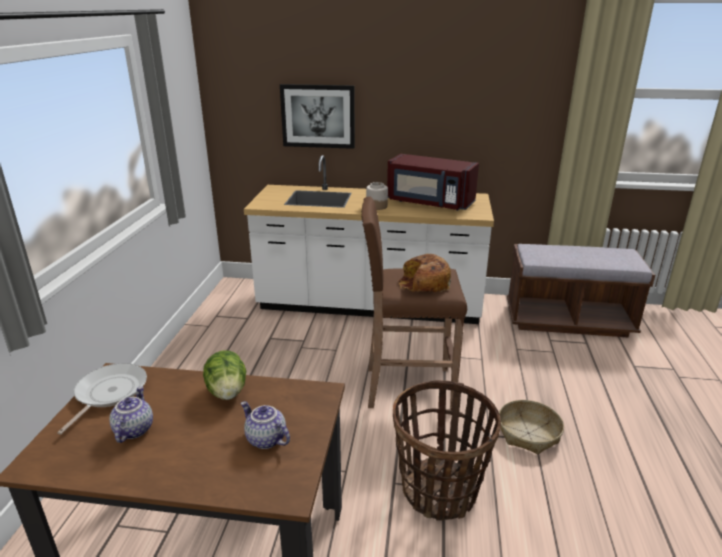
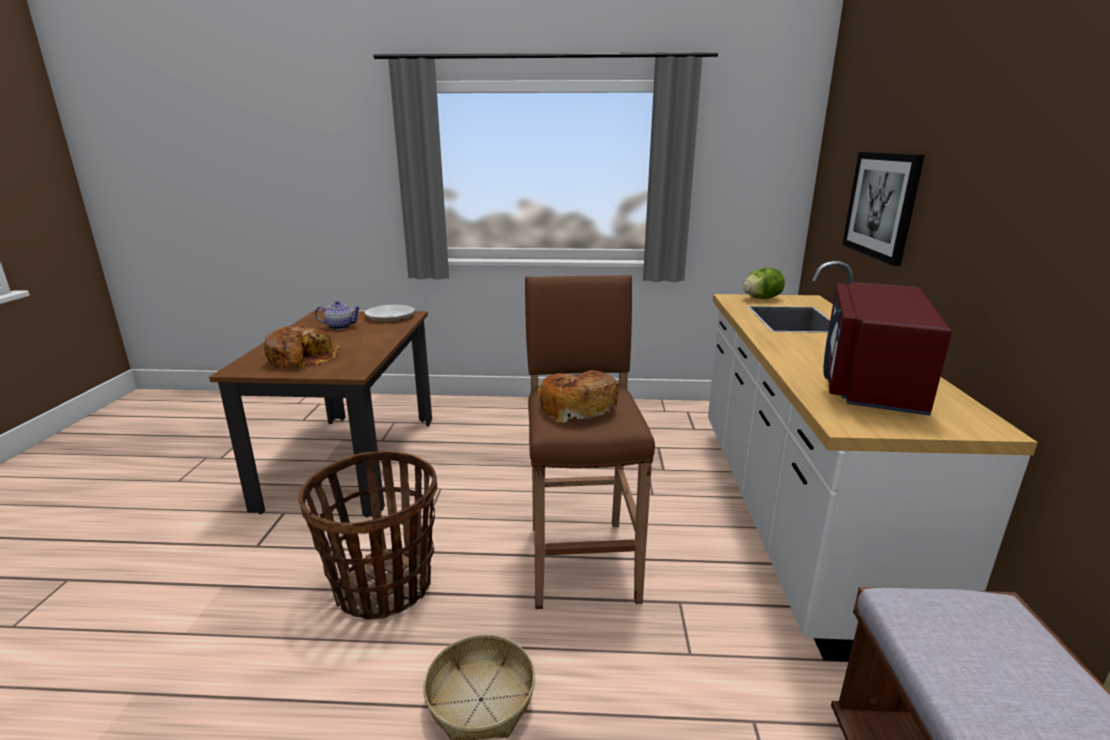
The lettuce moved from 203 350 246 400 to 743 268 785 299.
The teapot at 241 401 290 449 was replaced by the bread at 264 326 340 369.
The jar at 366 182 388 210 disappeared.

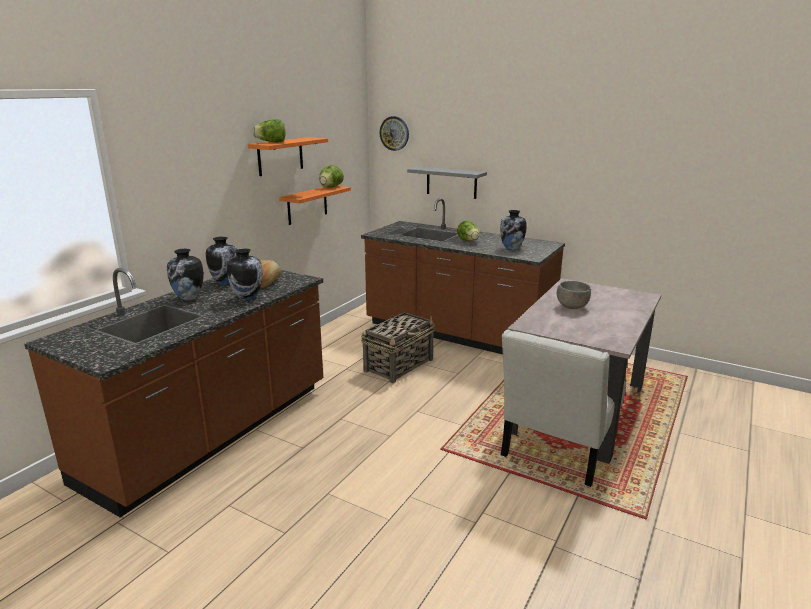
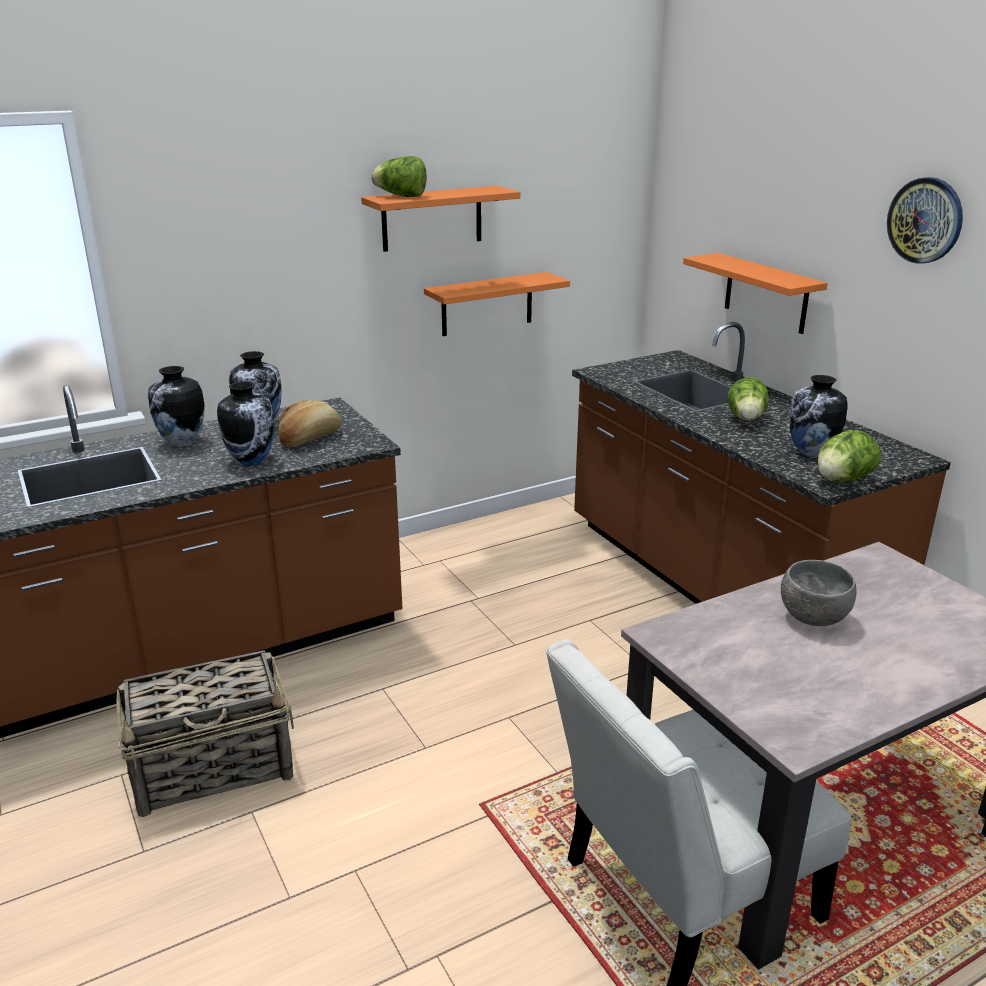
The lettuce moved from 319 165 344 188 to 818 430 881 482.
The basket moved from 361 312 435 383 to 116 650 294 817.
The wall clock moved from 380 116 409 151 to 887 177 963 264.
The grey shelf at 407 166 487 199 became the orange shelf at 683 253 827 334.

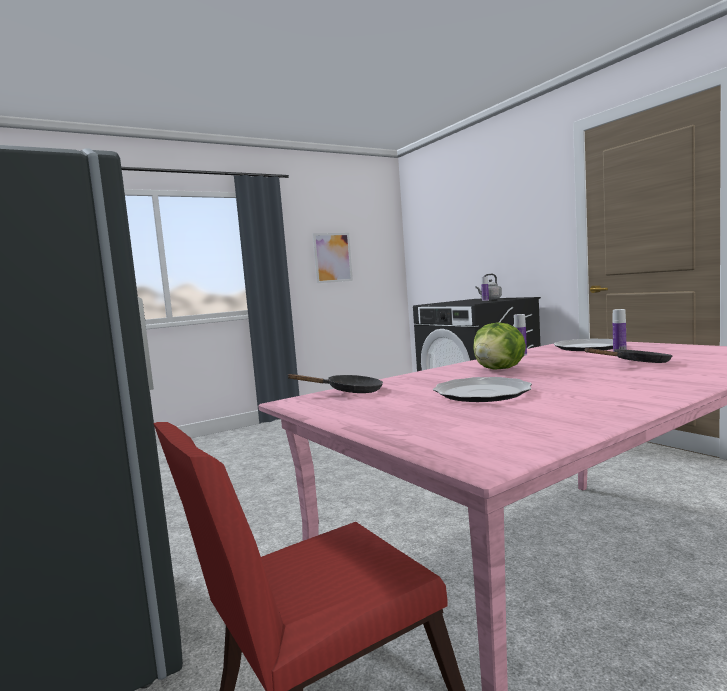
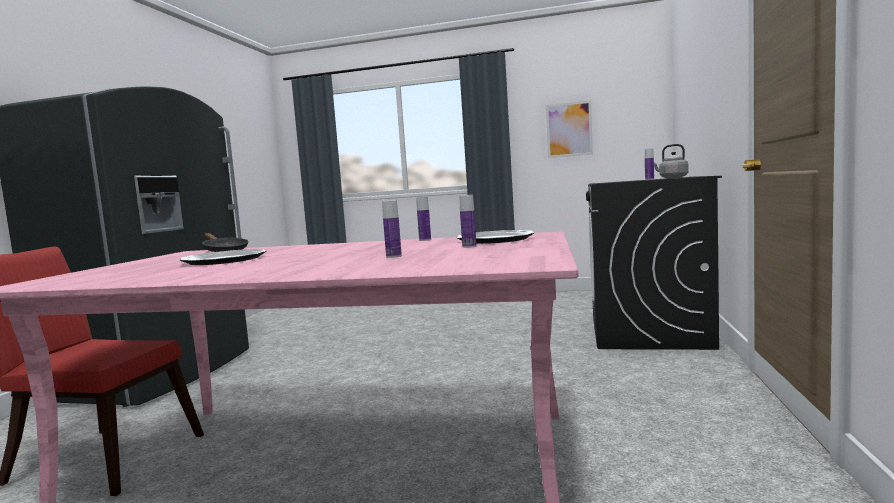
The lettuce at 473 322 526 370 disappeared.
The black frying pan at 585 348 673 363 was replaced by the bottle at 382 200 402 258.

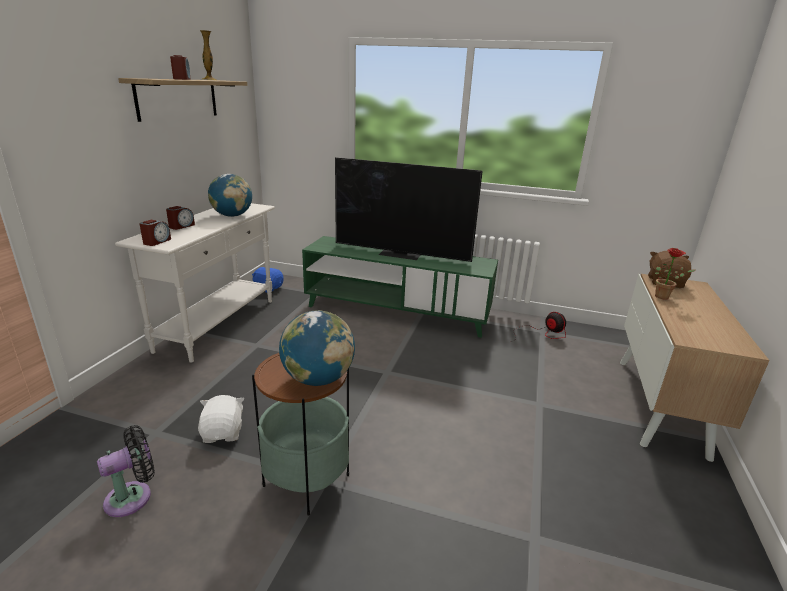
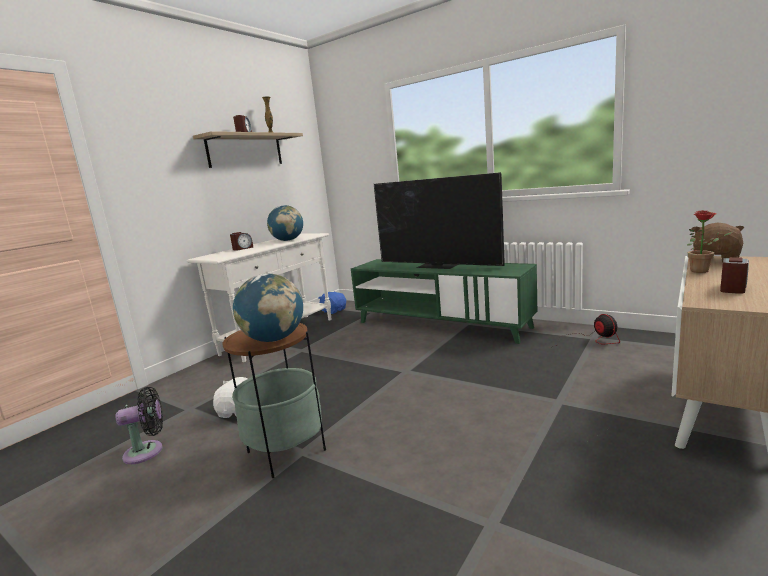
The alarm clock moved from 139 220 171 246 to 720 257 749 294.

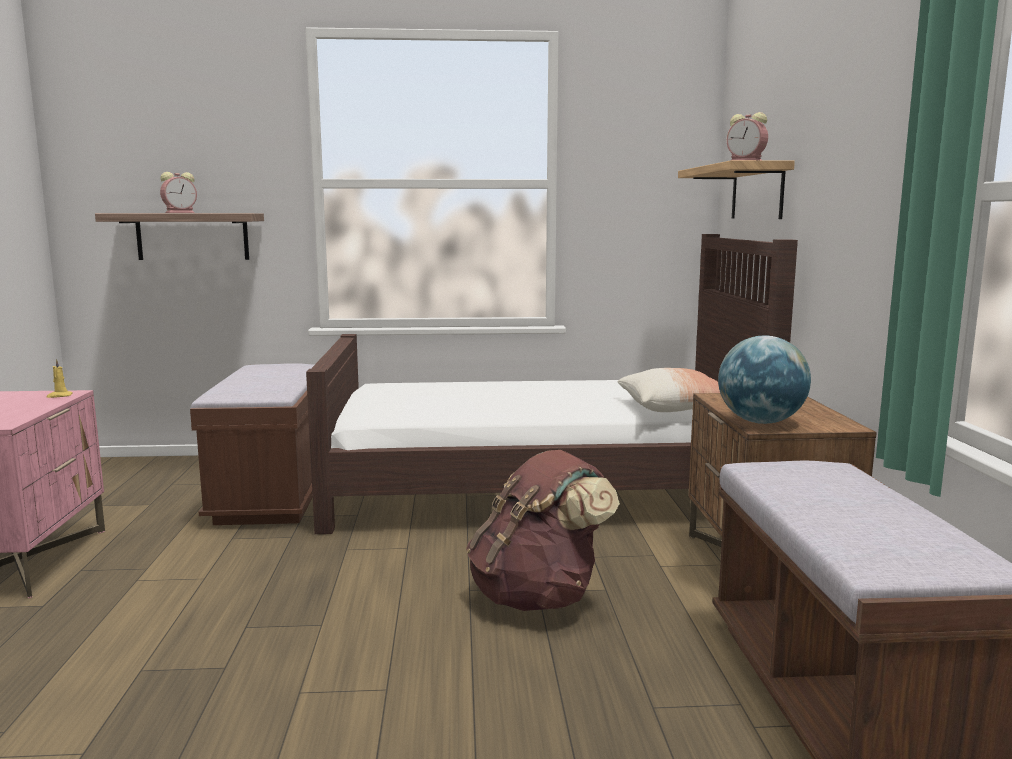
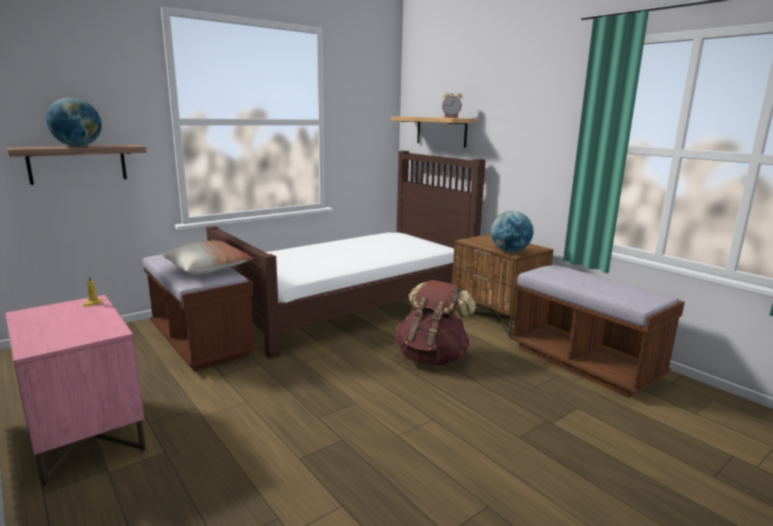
The alarm clock at 160 172 197 213 was replaced by the globe at 46 97 102 147.
The pillow moved from 618 368 720 412 to 162 241 254 275.

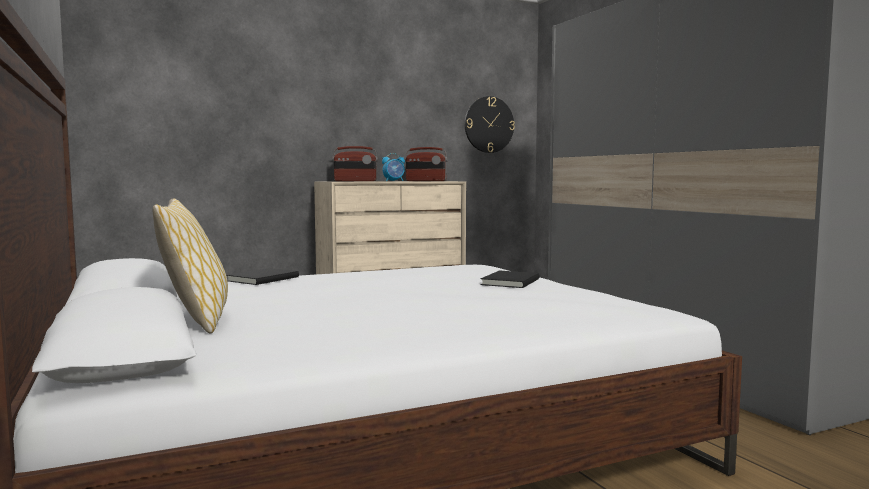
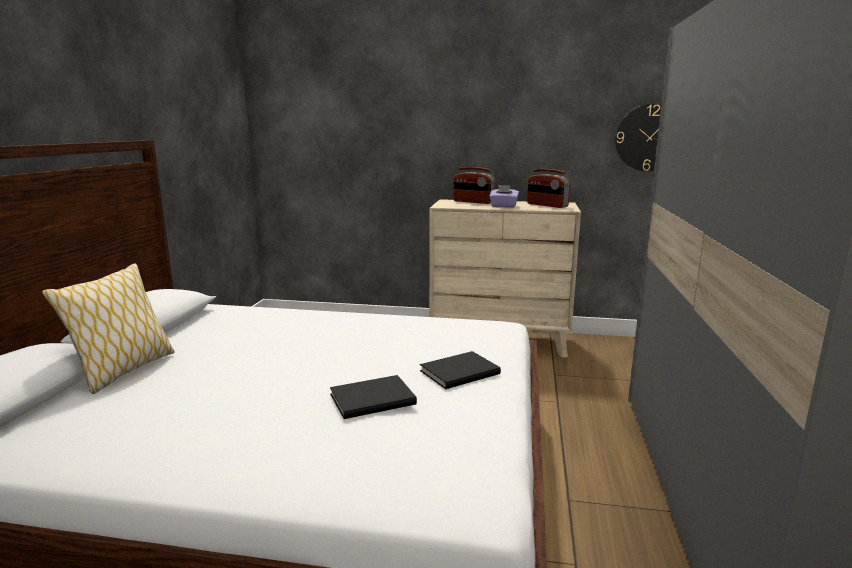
The black book moved from 226 268 299 285 to 330 375 417 419.
The alarm clock at 382 153 405 181 was replaced by the purple tissue box at 489 185 519 208.

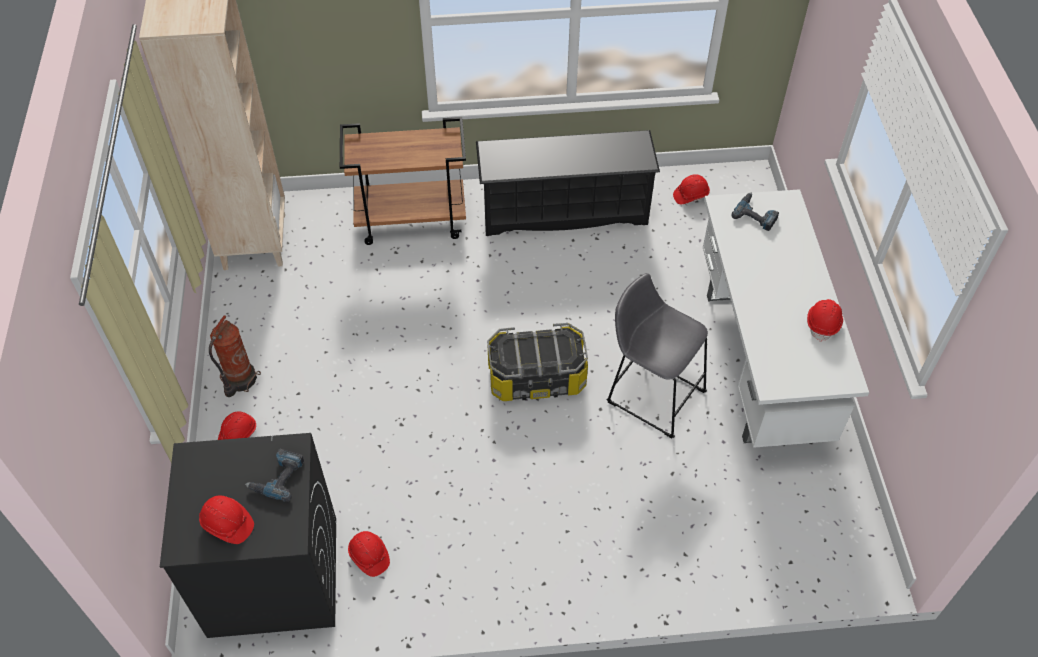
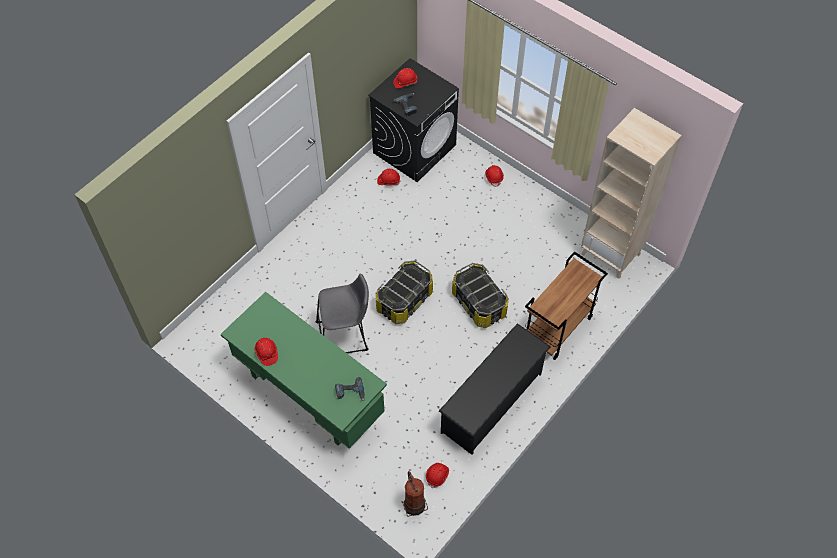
The fire extinguisher moved from 209 315 261 397 to 402 471 428 517.
The white desk at 703 189 869 448 became the green desk at 221 292 387 449.
The storage box at 452 263 509 328 appeared.

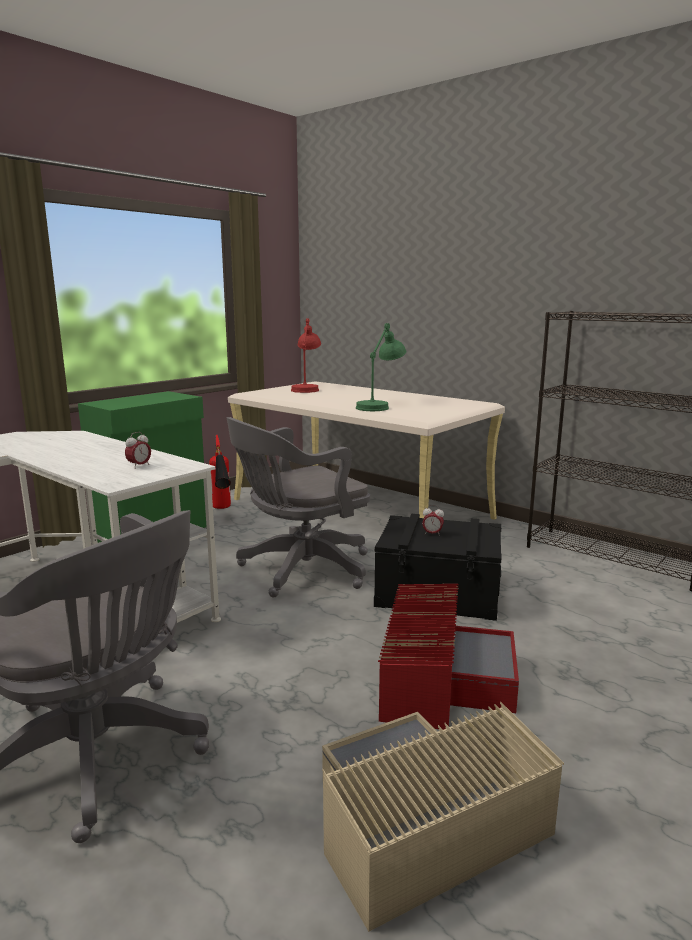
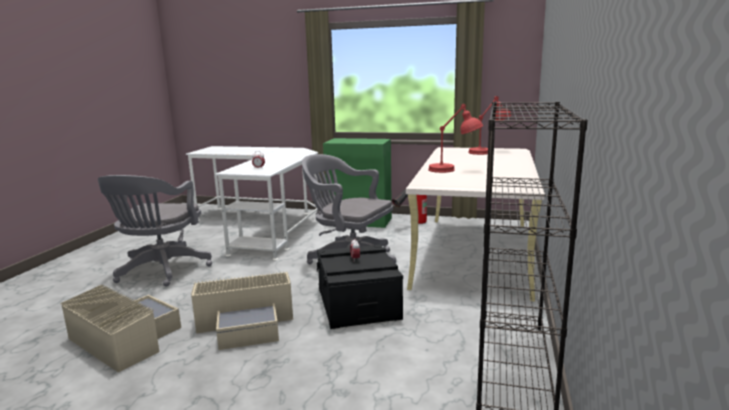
The green table lamp at 356 323 407 411 became the red table lamp at 428 104 483 173.
The red storage box at 378 584 519 730 became the beige storage box at 191 271 293 350.

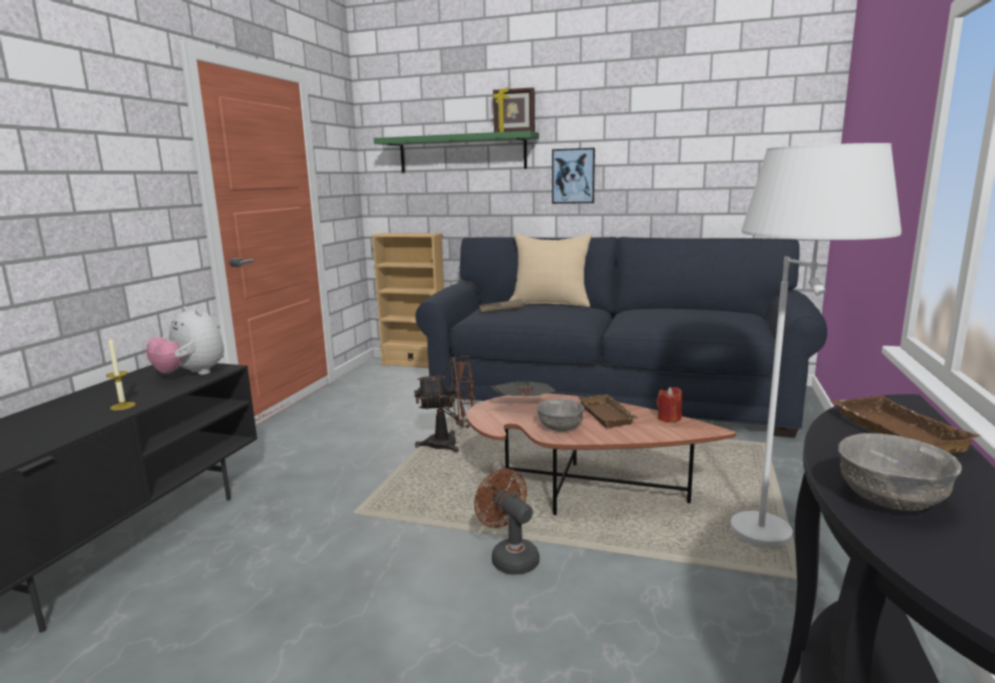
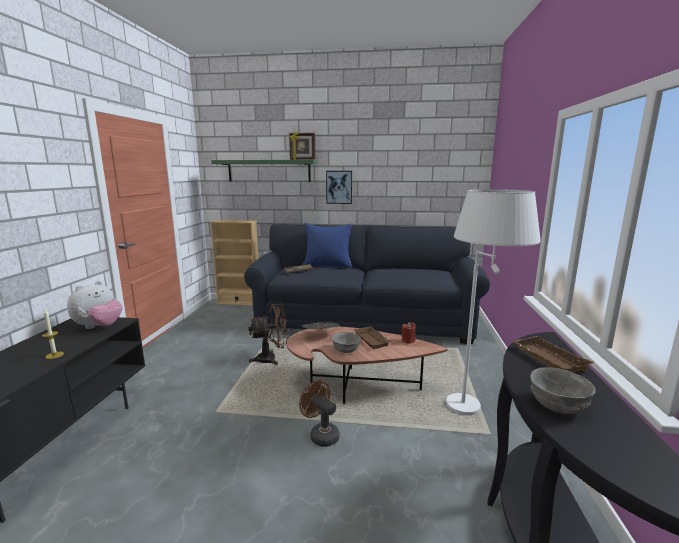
The plush toy at 146 306 224 375 turned 90 degrees counterclockwise.
The beige pillow at 509 234 592 307 became the blue pillow at 302 223 353 268.

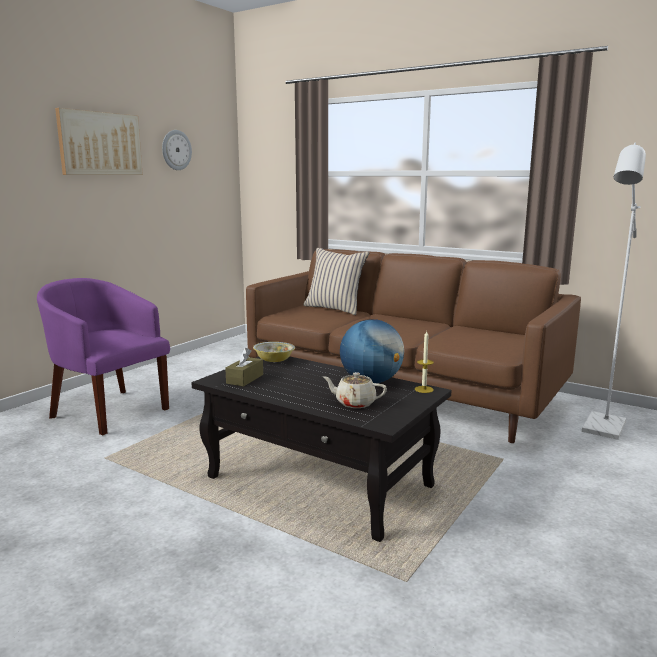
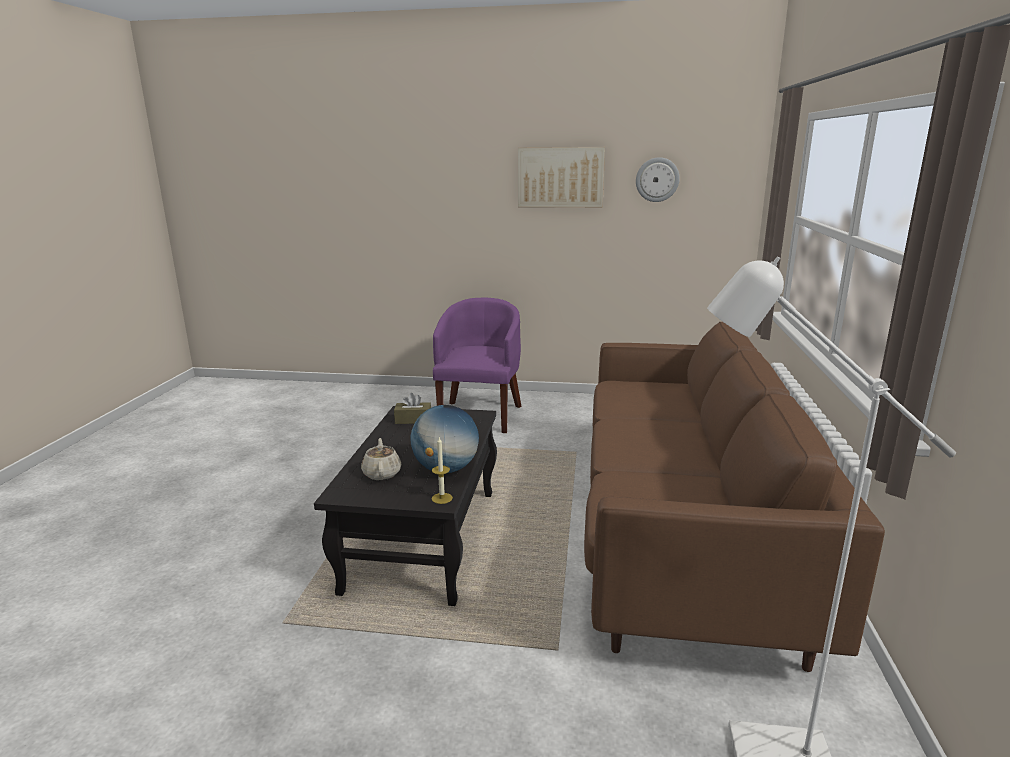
The bowl at 253 342 295 362 disappeared.
The beige pillow at 303 248 369 315 disappeared.

